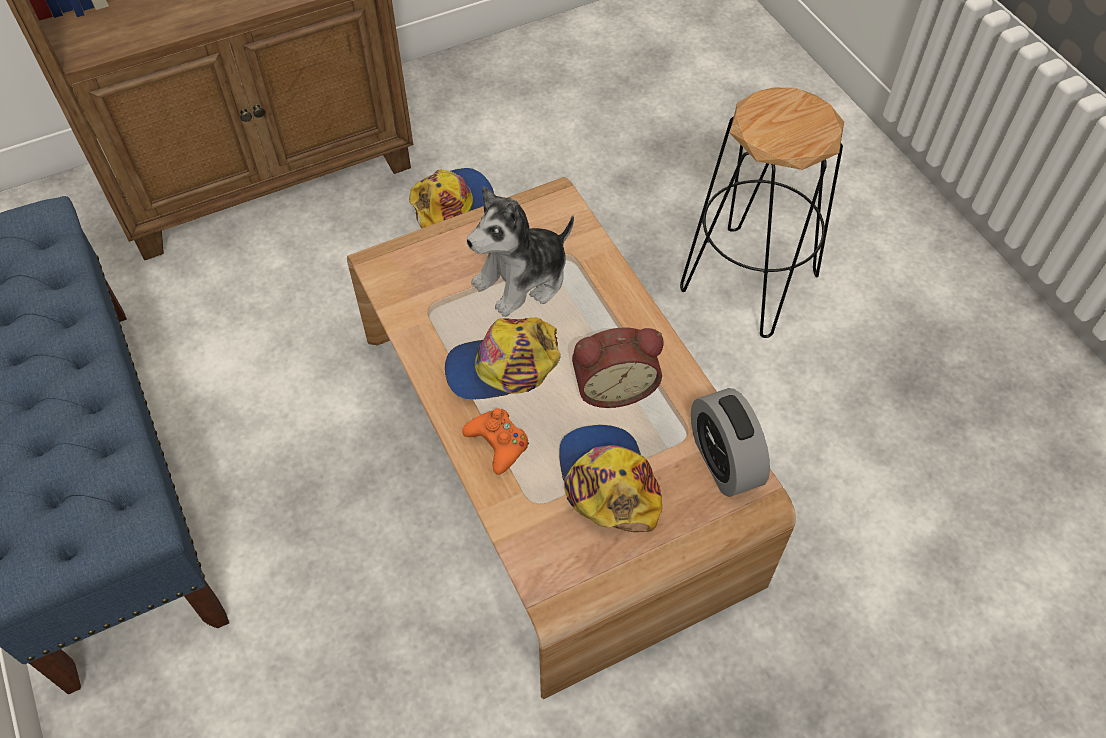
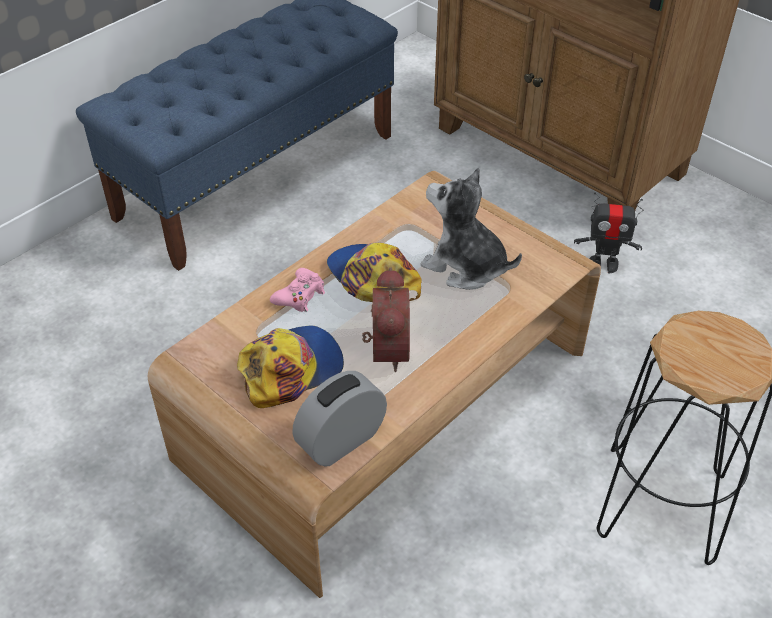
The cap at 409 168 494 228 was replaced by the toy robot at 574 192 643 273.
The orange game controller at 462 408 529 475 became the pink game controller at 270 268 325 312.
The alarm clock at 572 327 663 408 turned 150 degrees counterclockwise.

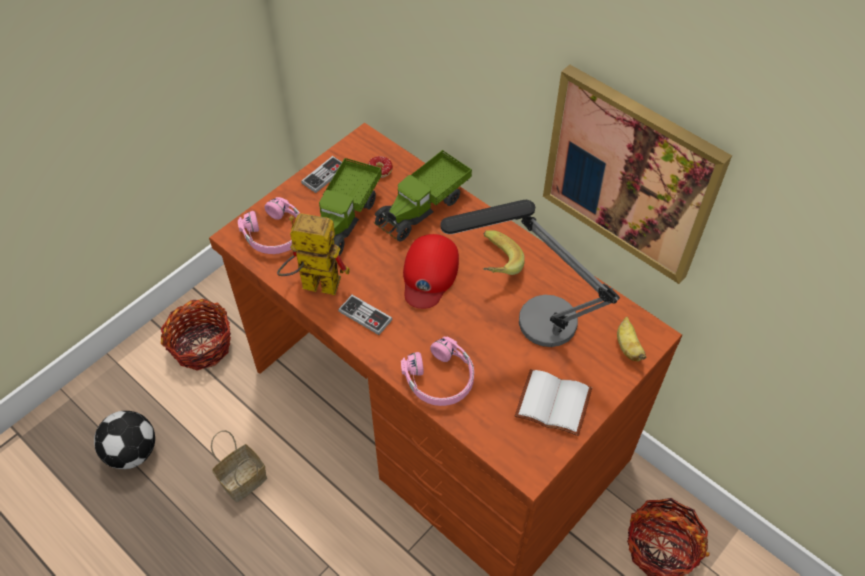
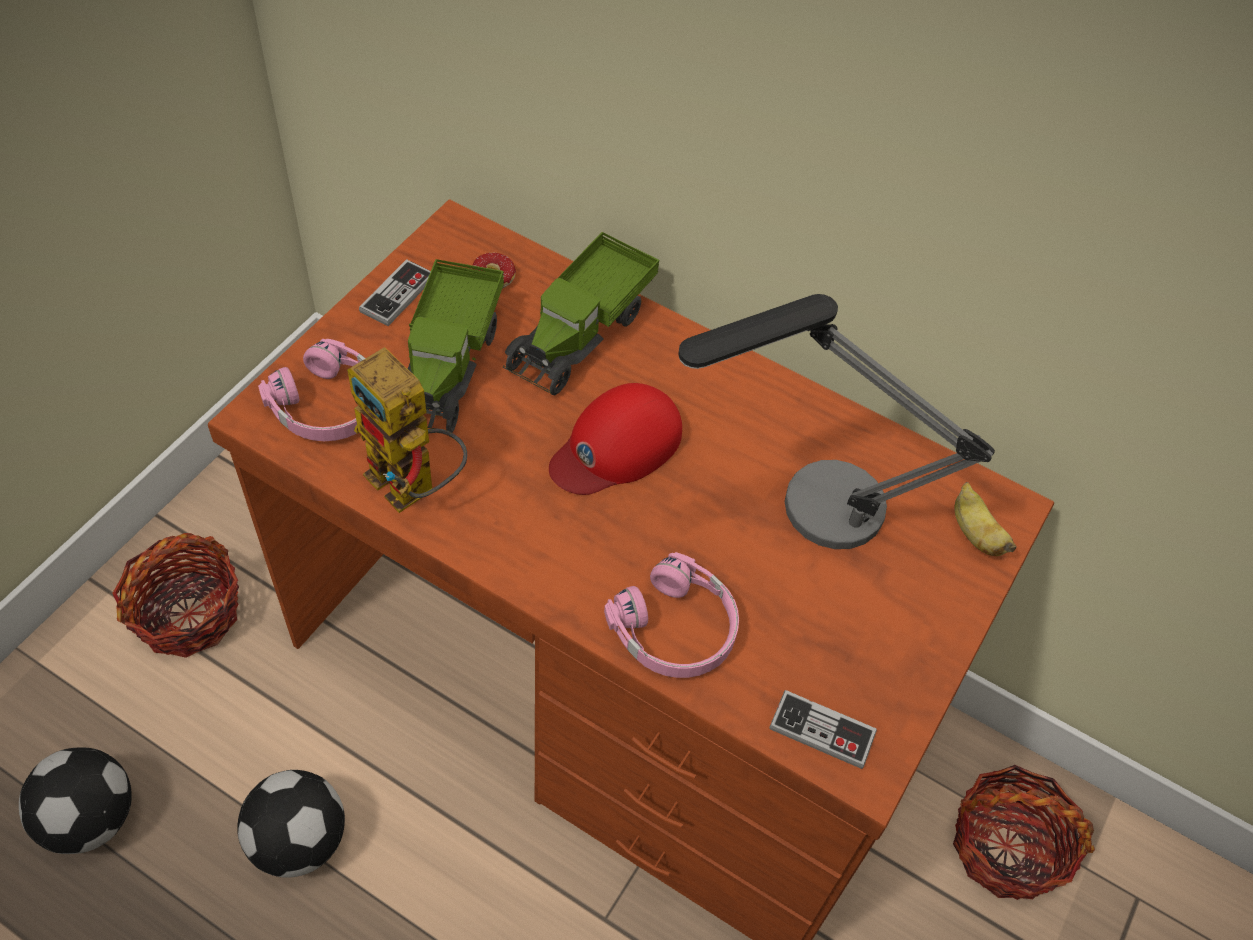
The basket at 211 430 267 503 was replaced by the football at 237 770 345 878.
The toy robot at 277 213 350 295 turned 135 degrees counterclockwise.
The game controller moved from 338 295 392 335 to 769 690 877 769.
The red cap at 403 234 459 309 turned 45 degrees clockwise.
The banana at 483 230 525 275 disappeared.
The white book at 515 369 592 436 disappeared.
The picture at 543 65 732 284 disappeared.

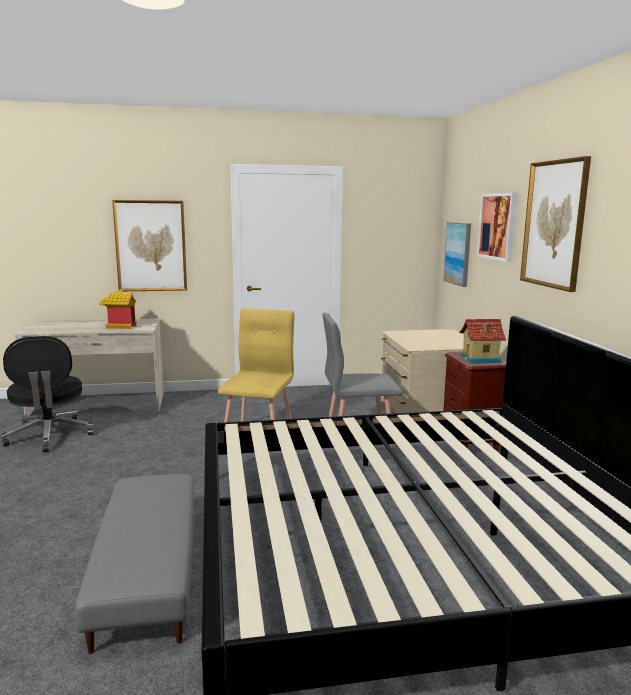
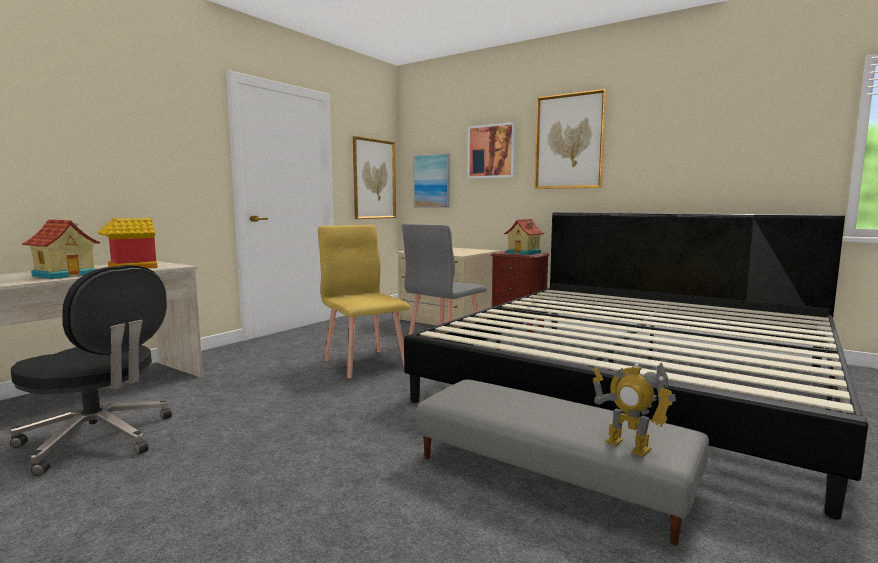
The picture moved from 112 200 187 291 to 353 136 396 219.
The toy house at 22 220 100 279 appeared.
The toy robot at 593 363 676 457 appeared.

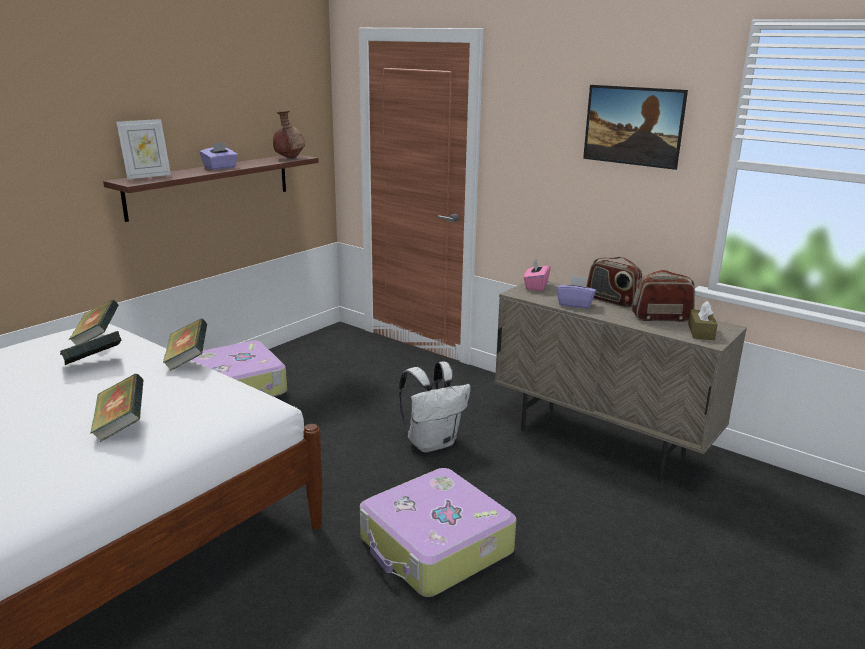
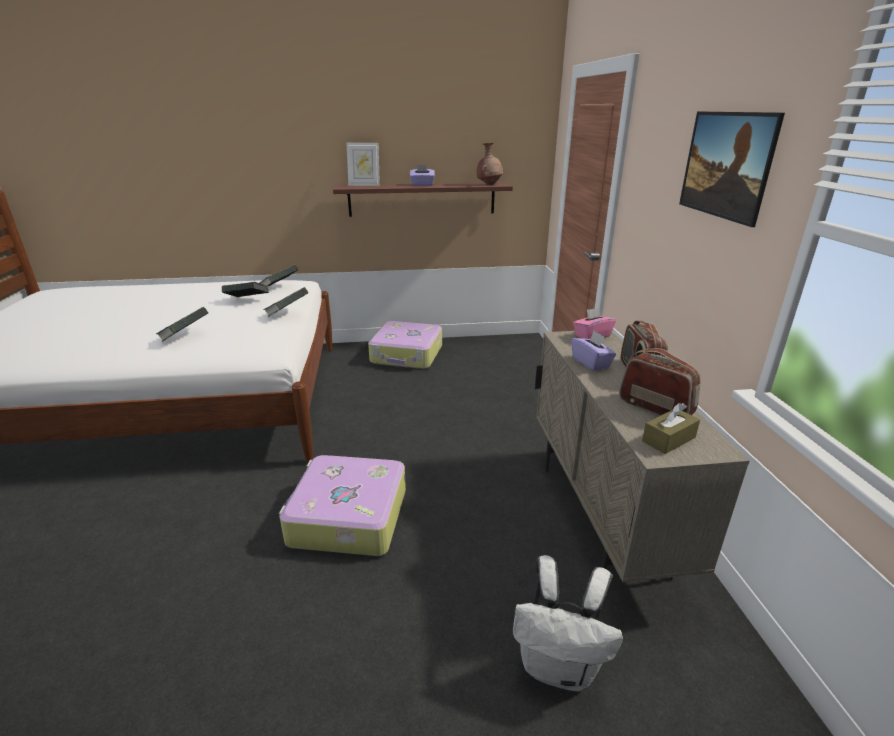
The white backpack moved from 399 361 471 453 to 513 555 623 692.

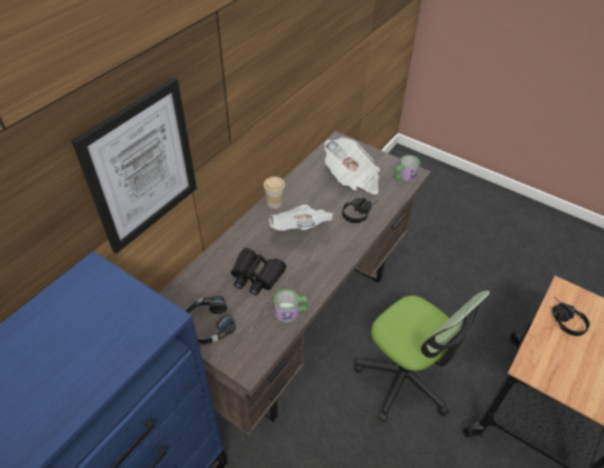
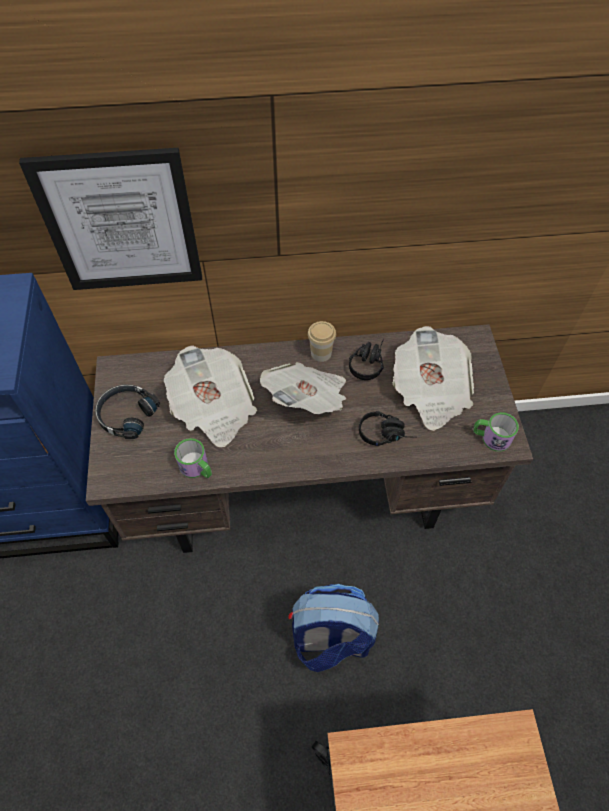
The black binoculars at 231 248 286 295 was replaced by the newspaper at 164 345 257 447.
The office chair at 354 290 491 422 was replaced by the backpack at 288 584 379 672.
The black headphones moved from 552 297 590 336 to 349 339 384 380.

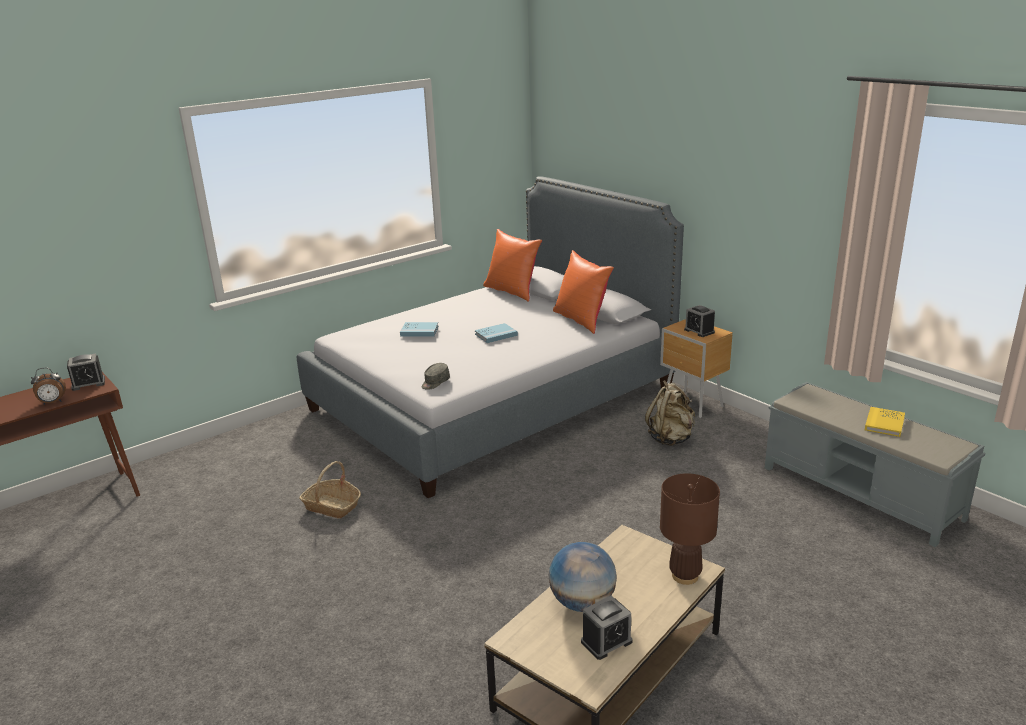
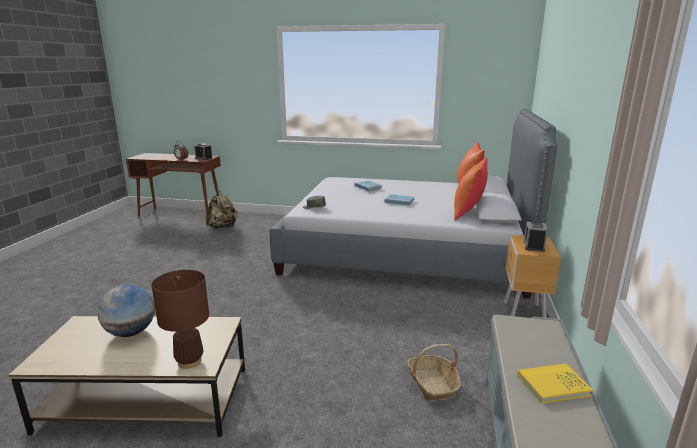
The basket moved from 299 461 361 518 to 407 344 461 400.
The alarm clock at 581 596 632 660 disappeared.
The beige backpack moved from 645 380 695 446 to 205 191 239 228.

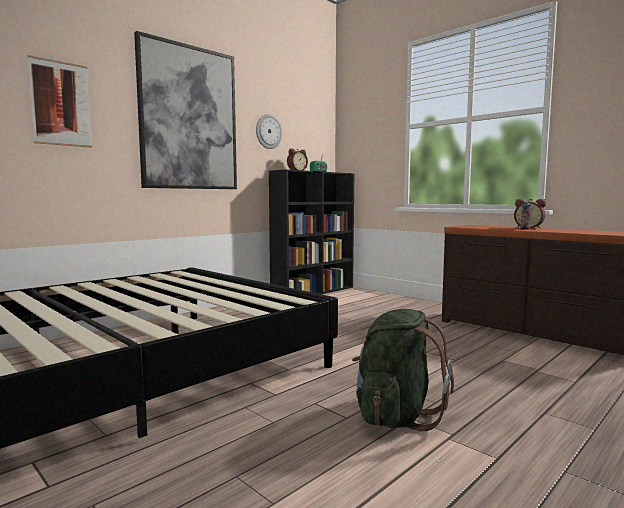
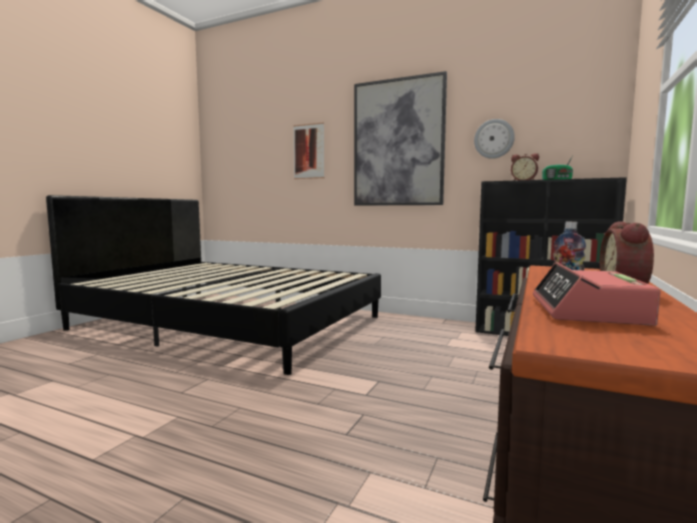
The green backpack at 352 309 454 431 disappeared.
The alarm clock at 533 262 661 326 appeared.

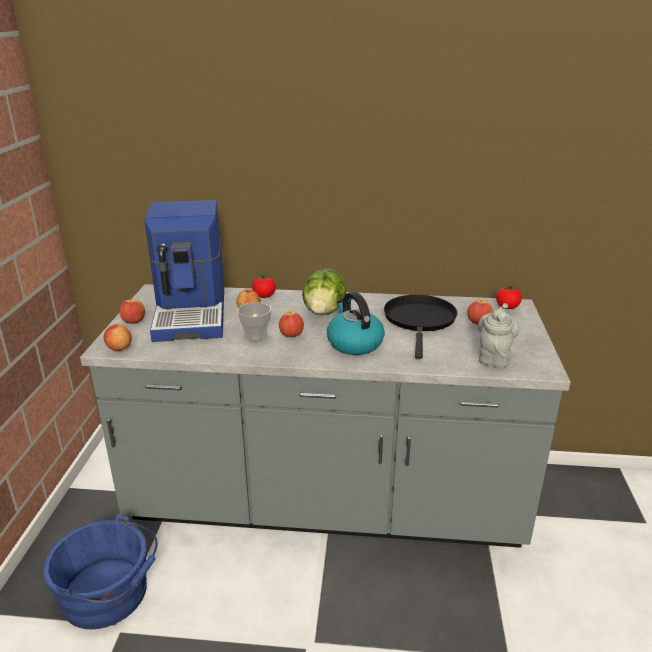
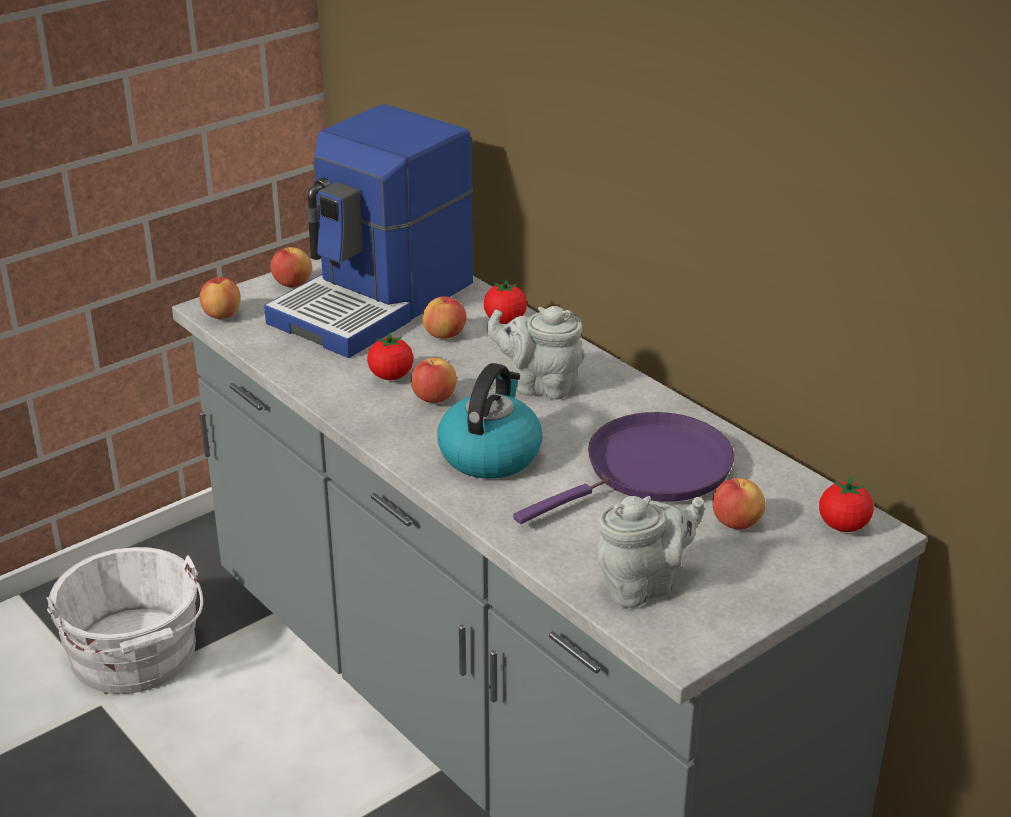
The blue bucket at 43 514 157 629 became the white bucket at 46 547 203 694.
The cup at 237 302 271 341 was replaced by the tomato at 367 332 414 380.
The lettuce at 302 268 346 315 was replaced by the grey teapot at 486 306 585 400.
The black frying pan at 384 295 457 359 became the purple frying pan at 513 412 734 524.

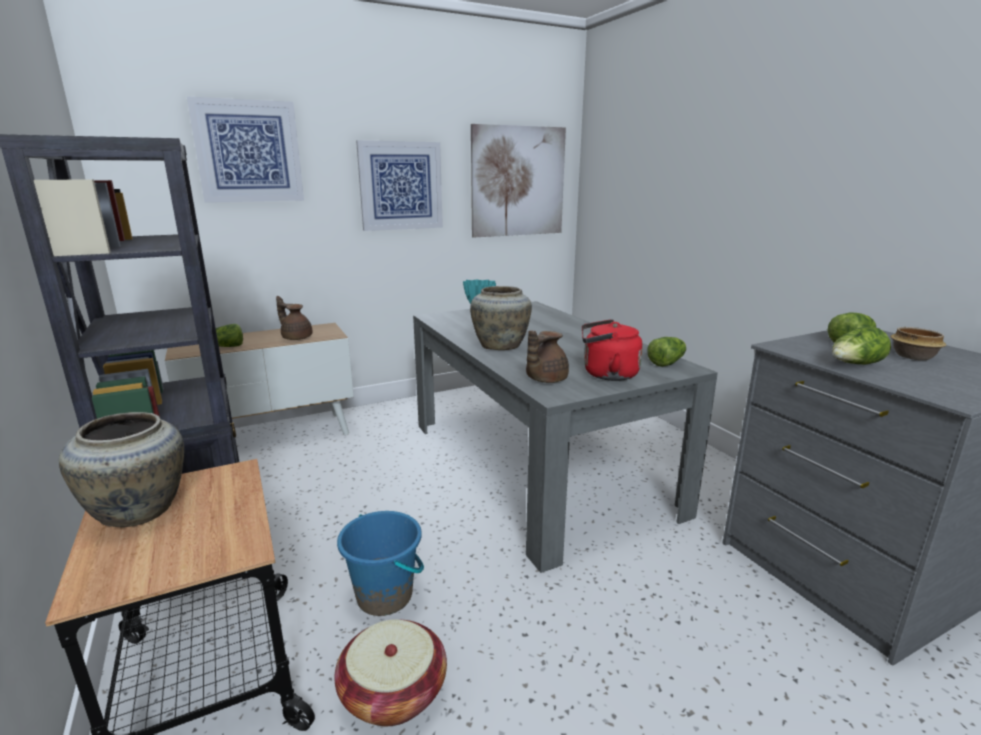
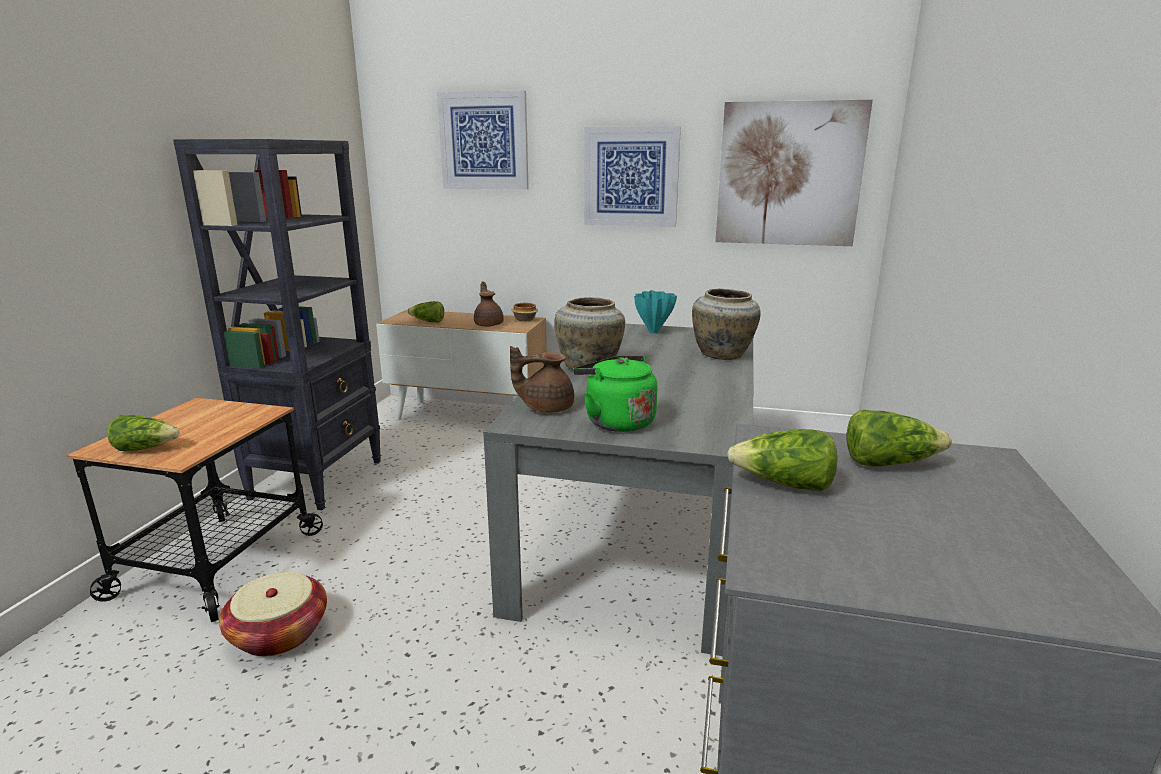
The beige vase moved from 59 412 184 528 to 692 289 761 360.
The blue bucket at 337 511 424 616 disappeared.
The red kettle at 582 319 643 381 became the green kettle at 573 355 657 432.
The lettuce moved from 647 337 686 367 to 108 415 180 451.
The bowl moved from 890 327 946 360 to 512 303 538 322.

